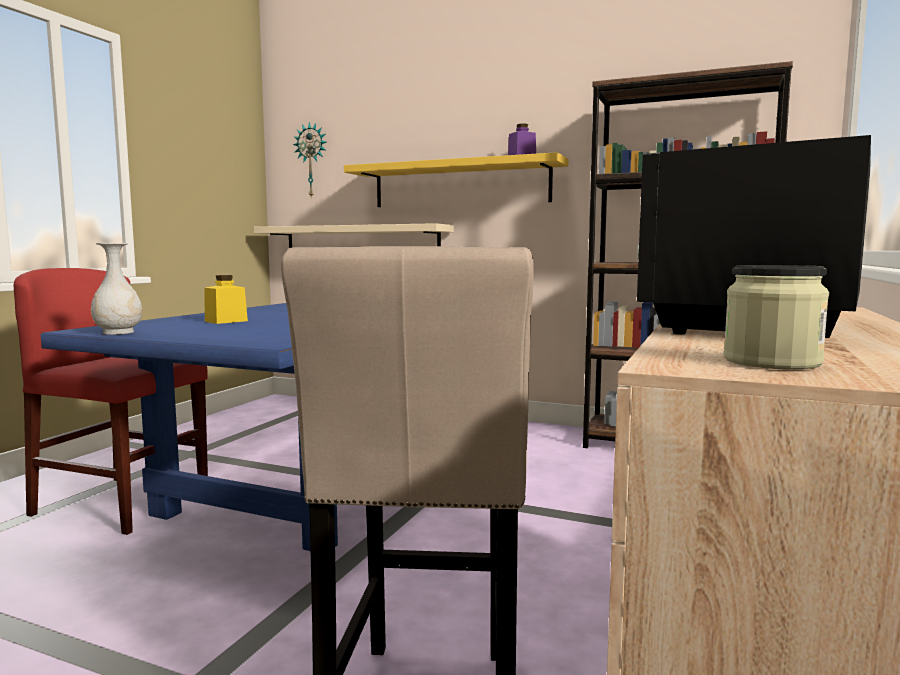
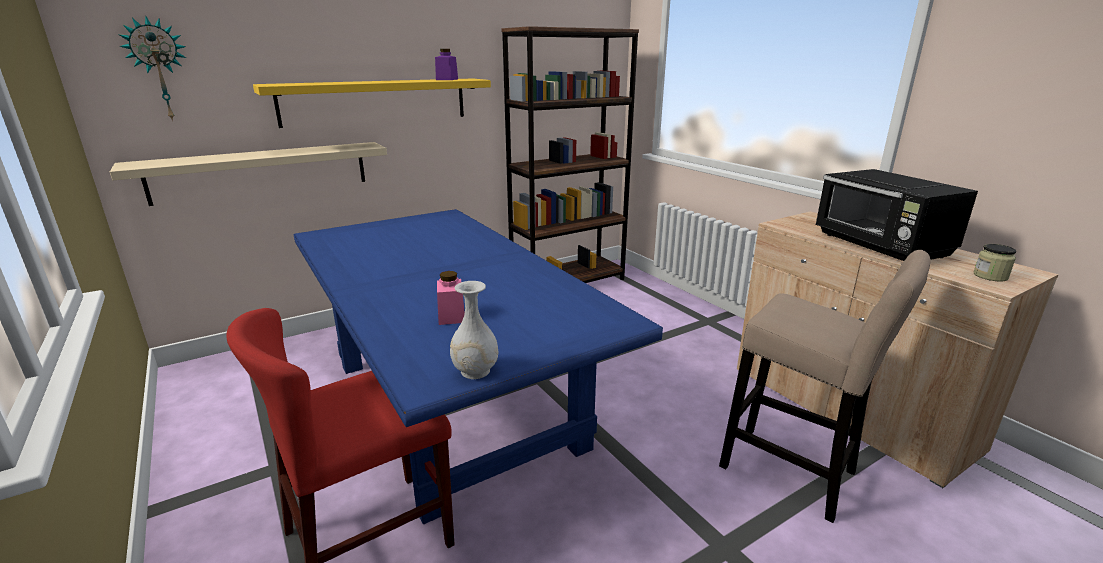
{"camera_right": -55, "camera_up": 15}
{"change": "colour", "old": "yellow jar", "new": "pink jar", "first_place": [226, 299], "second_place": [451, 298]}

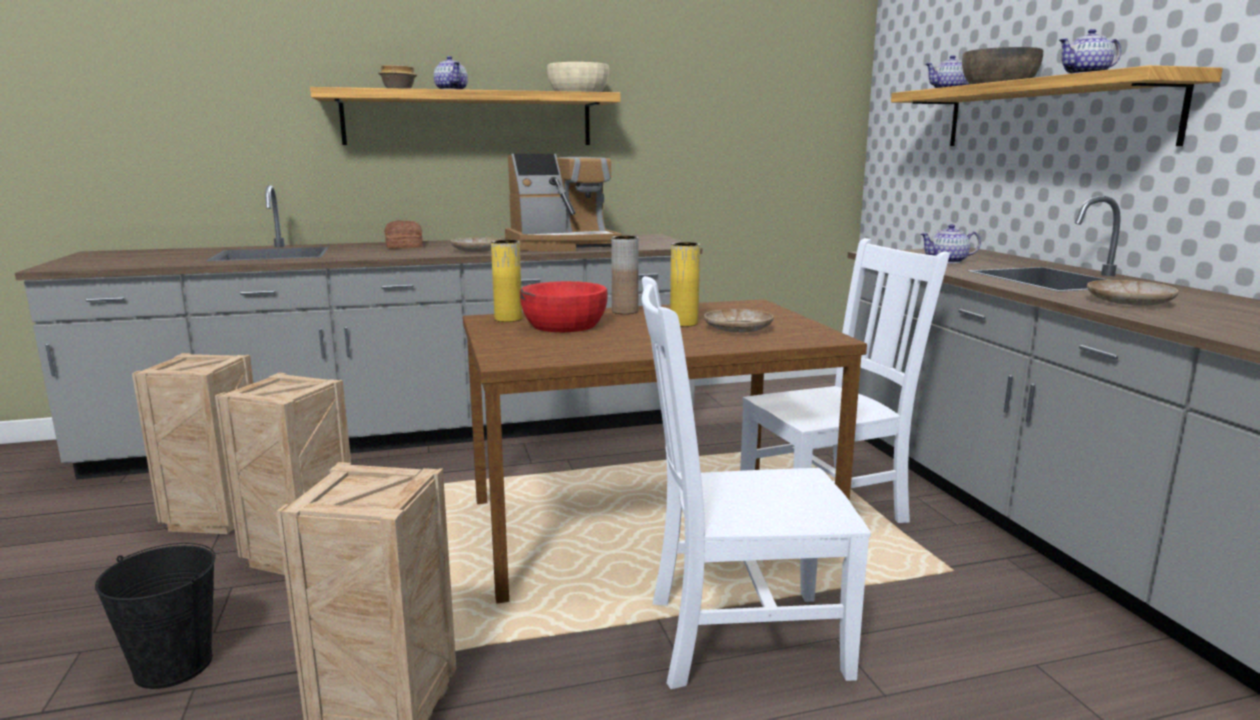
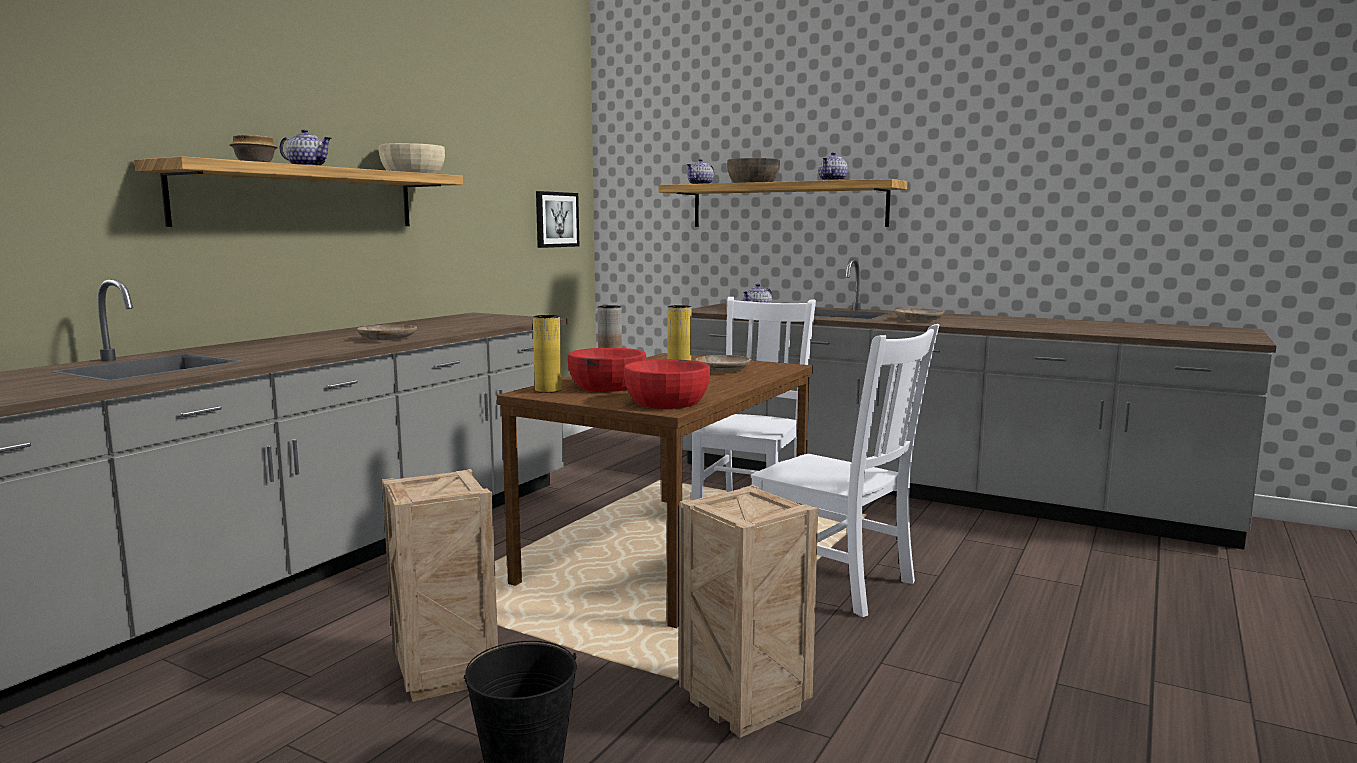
{"camera_right": -45, "camera_up": -5}
{"change": "appeared", "new": "picture", "second_place": [557, 219]}
{"change": "appeared", "new": "red bowl", "second_place": [667, 384]}
{"change": "spun", "old": "white chair", "first_place": [756, 482], "second_place": [845, 470], "degrees": -90}
{"change": "missing", "old": "crate", "first_place": [193, 443]}
{"change": "missing", "old": "bread", "first_place": [403, 234]}
{"change": "missing", "old": "coffee machine", "first_place": [563, 203]}

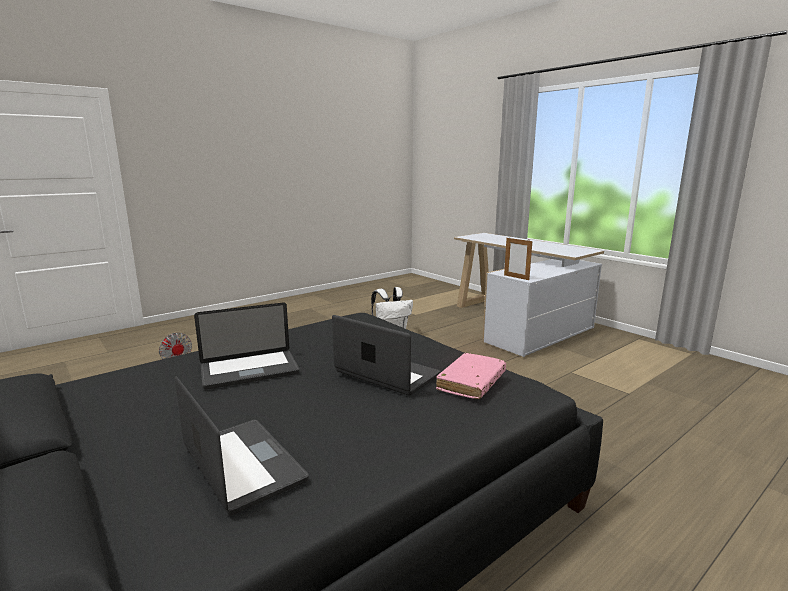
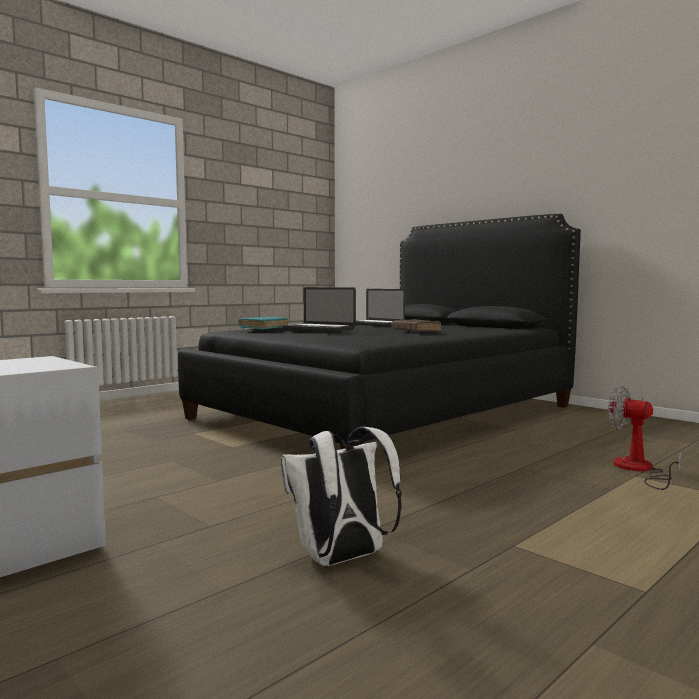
{"camera_right": 175, "camera_up": -10}
{"change": "colour", "old": "pink book", "new": "turquoise book", "first_place": [471, 376], "second_place": [263, 323]}
{"change": "exchanged", "old": "laptop", "new": "brown book", "first_place": [247, 346], "second_place": [416, 325]}
{"change": "missing", "old": "picture frame", "first_place": [518, 259]}

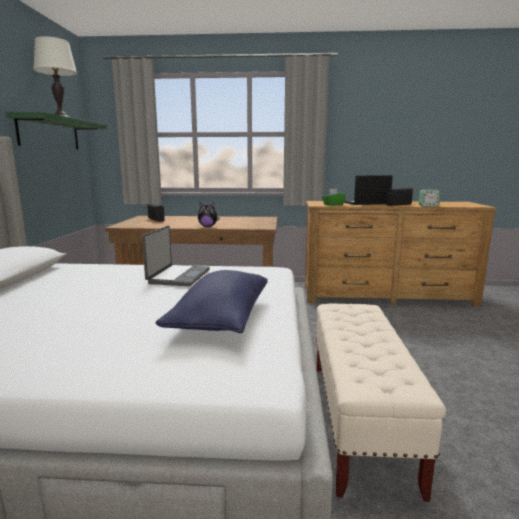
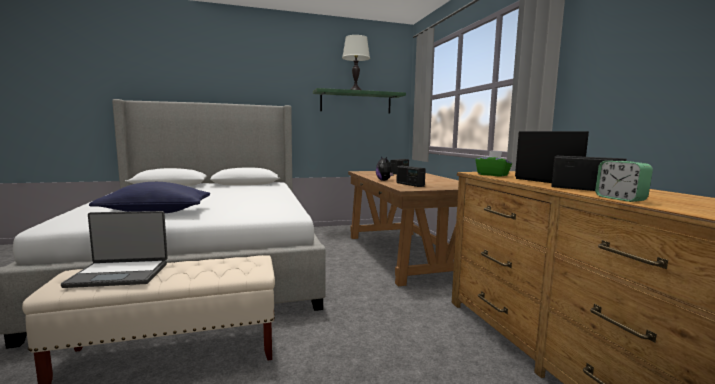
{"camera_right": 70, "camera_up": -5}
{"change": "relocated", "old": "laptop", "first_place": [176, 256], "second_place": [114, 249]}
{"change": "appeared", "new": "radio", "second_place": [411, 176]}

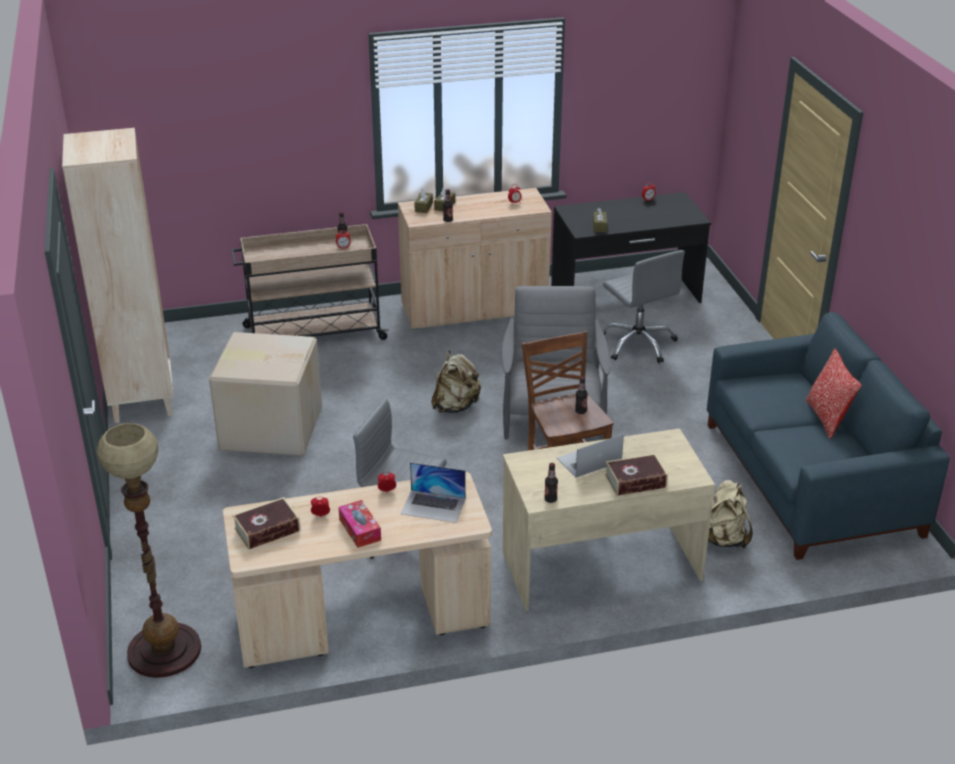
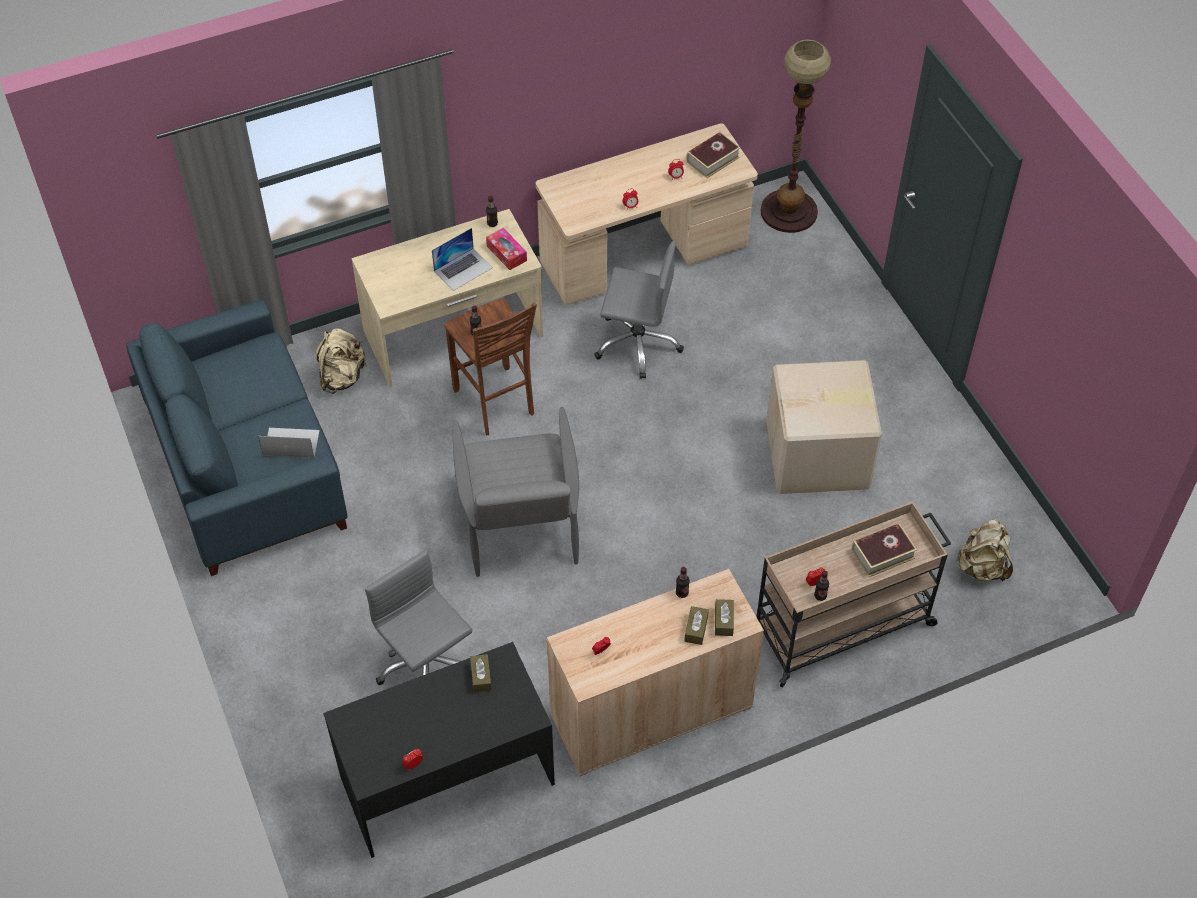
{"camera_right": 170, "camera_up": 20}
{"change": "relocated", "old": "laptop", "first_place": [433, 492], "second_place": [289, 443]}
{"change": "relocated", "old": "tissue box", "first_place": [359, 524], "second_place": [506, 249]}
{"change": "relocated", "old": "book", "first_place": [636, 475], "second_place": [884, 550]}
{"change": "relocated", "old": "beige backpack", "first_place": [456, 381], "second_place": [985, 550]}
{"change": "missing", "old": "beige bookcase", "first_place": [118, 275]}
{"change": "missing", "old": "pillow", "first_place": [833, 394]}

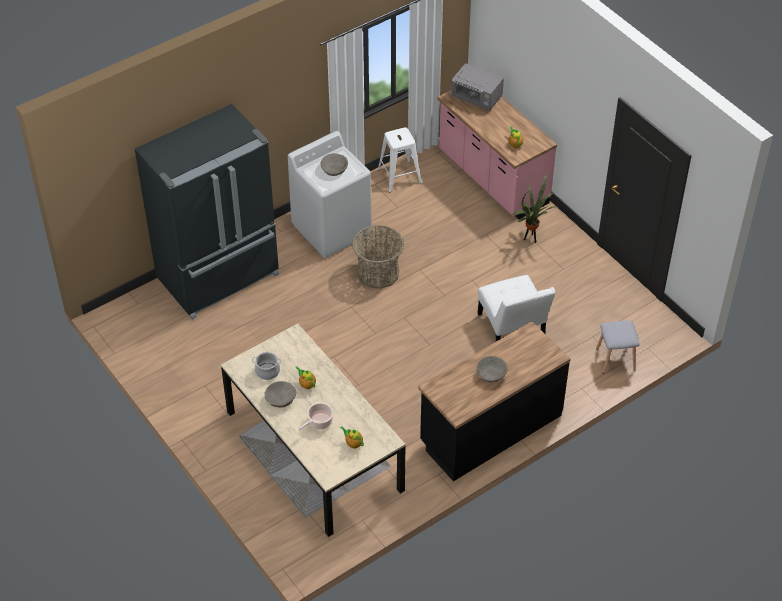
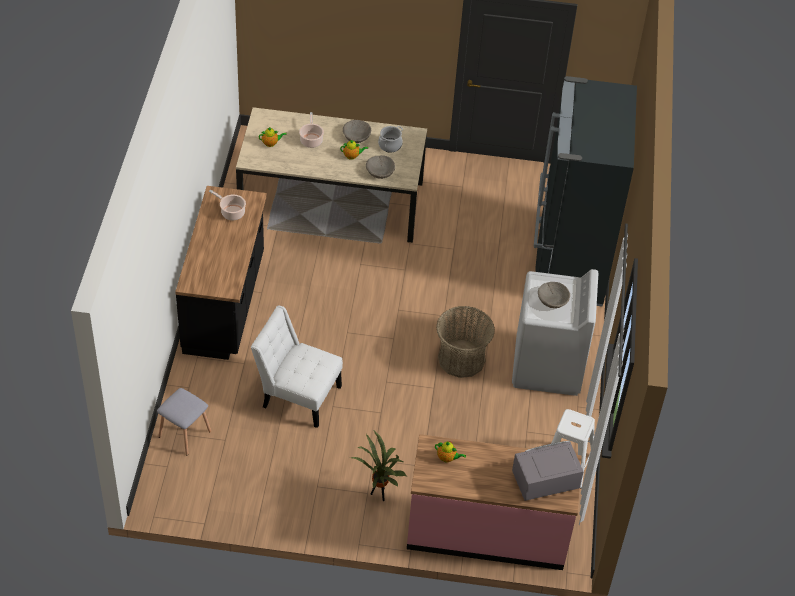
{"camera_right": 130, "camera_up": 0}
{"change": "appeared", "new": "cooking pot", "second_place": [227, 205]}
{"change": "relocated", "old": "beige bowl", "first_place": [491, 369], "second_place": [380, 167]}

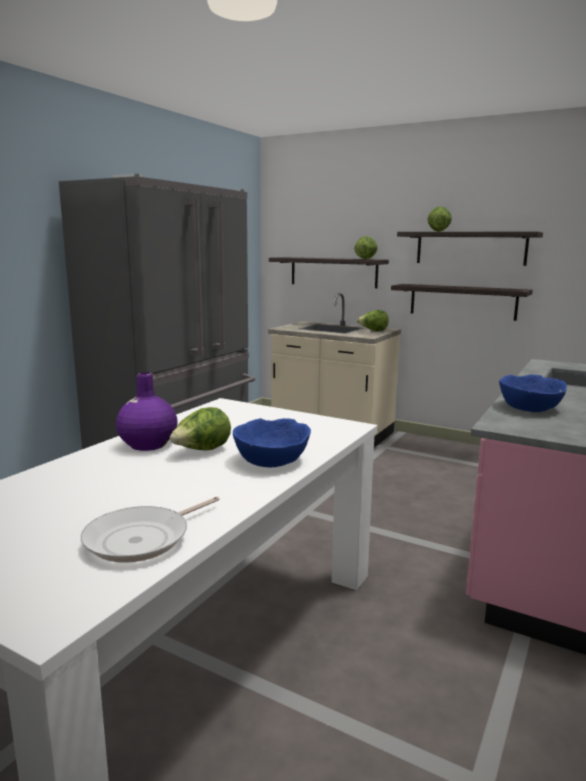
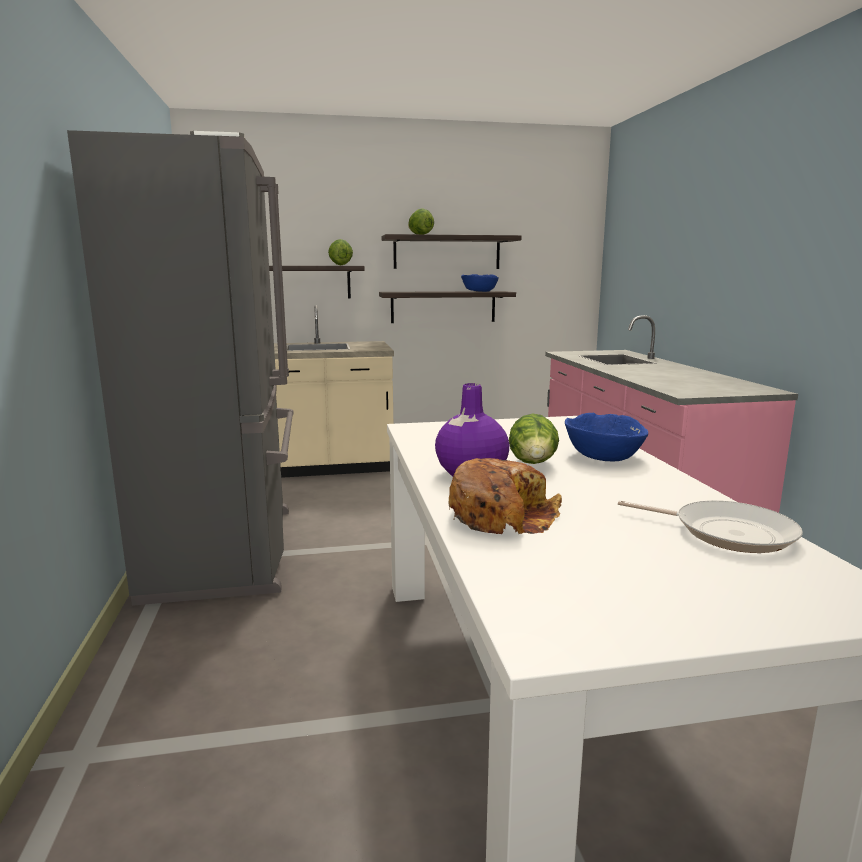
{"camera_right": -40, "camera_up": 0}
{"change": "appeared", "new": "bread", "second_place": [505, 496]}
{"change": "relocated", "old": "blue bowl", "first_place": [533, 393], "second_place": [480, 283]}
{"change": "spun", "old": "frying pan", "first_place": [150, 530], "second_place": [710, 526], "degrees": -60}
{"change": "missing", "old": "lettuce", "first_place": [373, 320]}

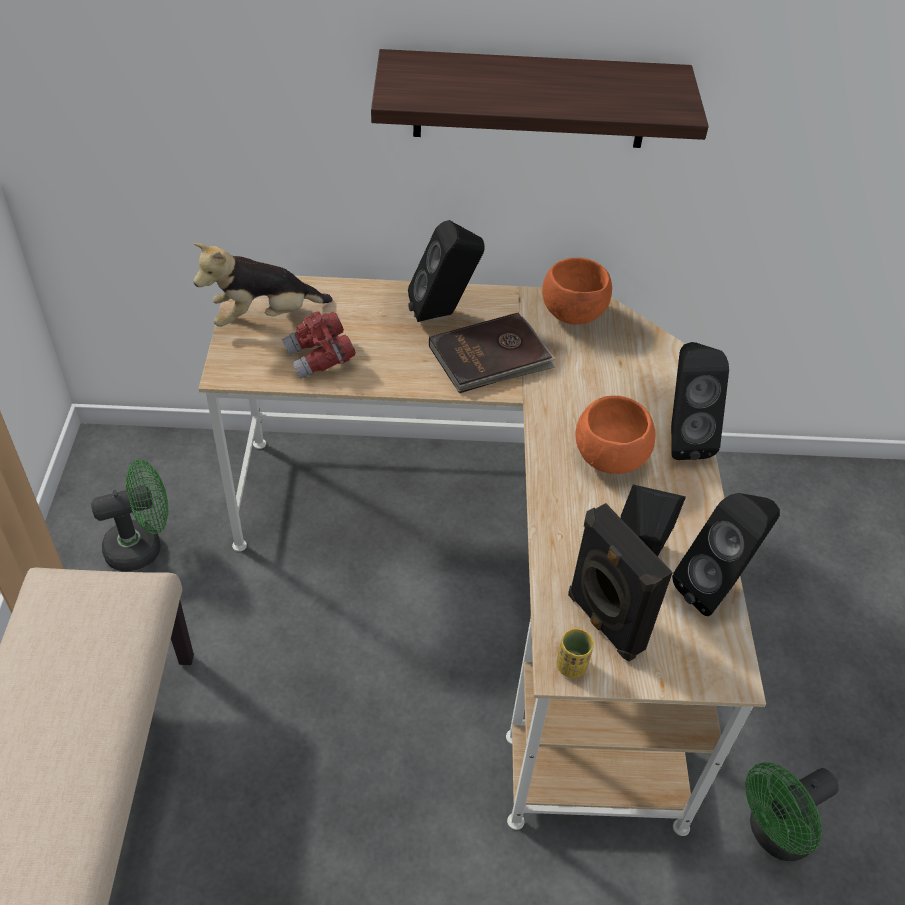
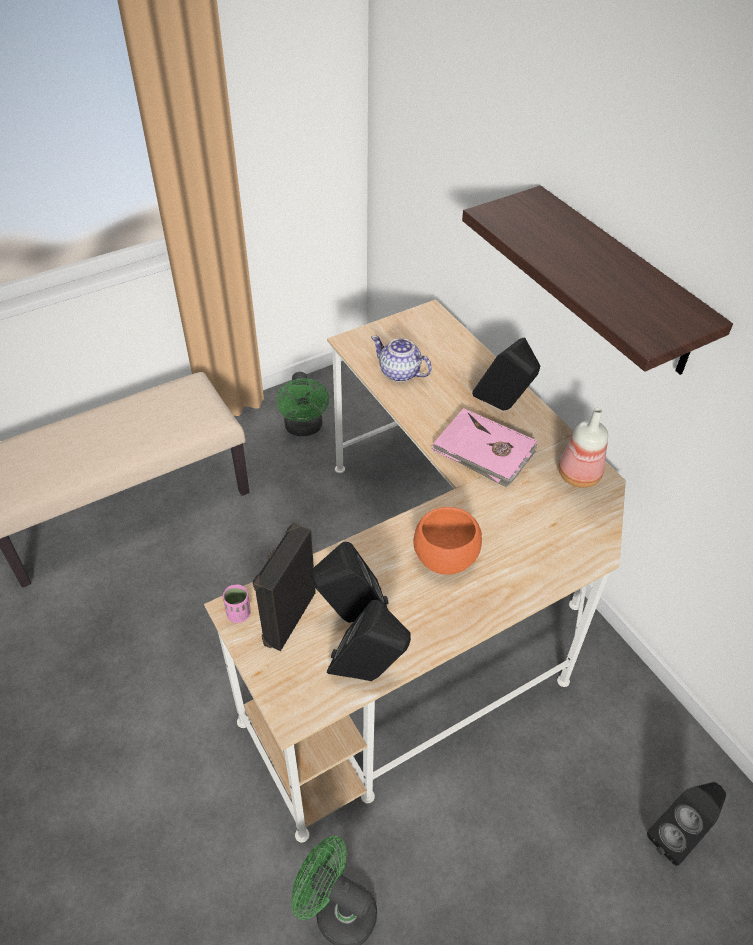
{"camera_right": 60, "camera_up": 0}
{"change": "colour", "old": "yellow cup", "new": "pink cup", "first_place": [575, 653], "second_place": [237, 603]}
{"change": "spun", "old": "green fan", "first_place": [129, 515], "second_place": [302, 404], "degrees": 45}
{"change": "exchanged", "old": "red binoculars", "new": "teapot", "first_place": [319, 345], "second_place": [401, 359]}
{"change": "colour", "old": "brown book", "new": "pink book", "first_place": [492, 353], "second_place": [484, 448]}
{"change": "exchanged", "old": "orange bowl", "new": "bottle", "first_place": [577, 291], "second_place": [583, 448]}
{"change": "relocated", "old": "black speaker", "first_place": [700, 401], "second_place": [686, 823]}
{"change": "missing", "old": "plush toy", "first_place": [263, 285]}

